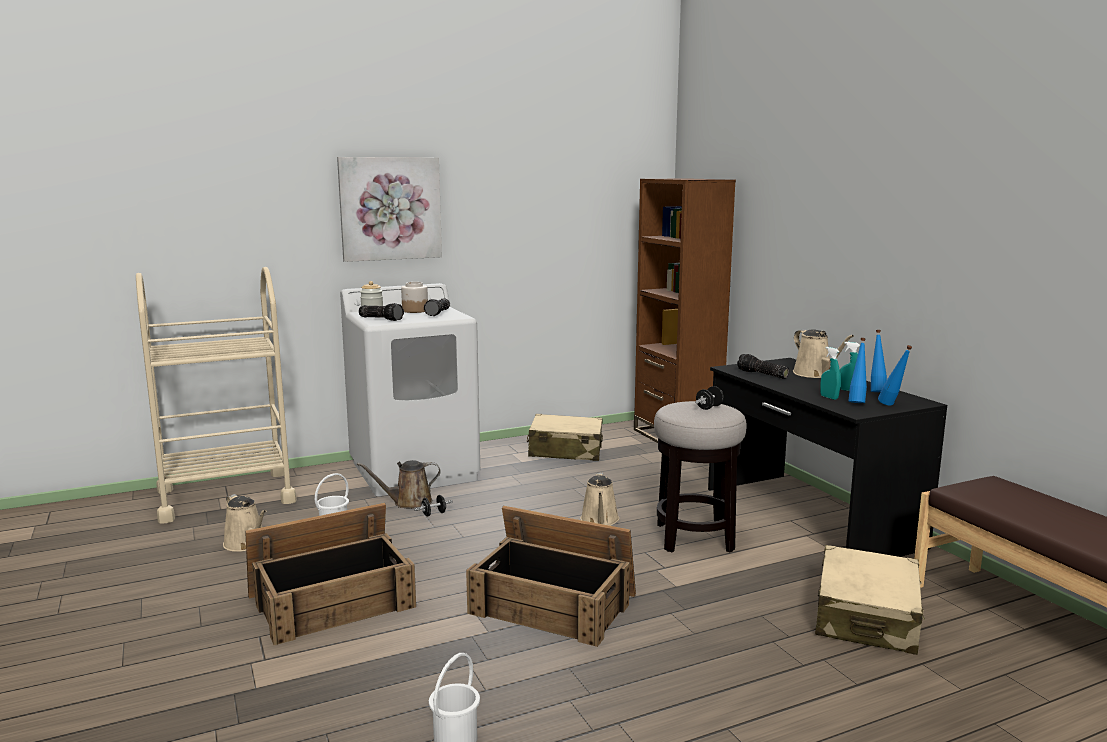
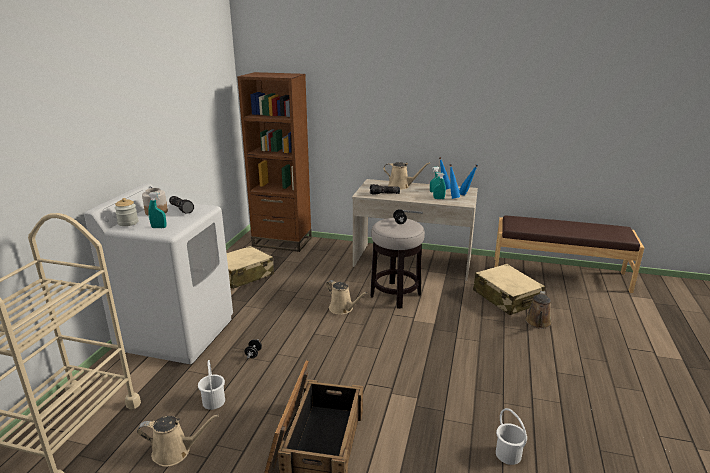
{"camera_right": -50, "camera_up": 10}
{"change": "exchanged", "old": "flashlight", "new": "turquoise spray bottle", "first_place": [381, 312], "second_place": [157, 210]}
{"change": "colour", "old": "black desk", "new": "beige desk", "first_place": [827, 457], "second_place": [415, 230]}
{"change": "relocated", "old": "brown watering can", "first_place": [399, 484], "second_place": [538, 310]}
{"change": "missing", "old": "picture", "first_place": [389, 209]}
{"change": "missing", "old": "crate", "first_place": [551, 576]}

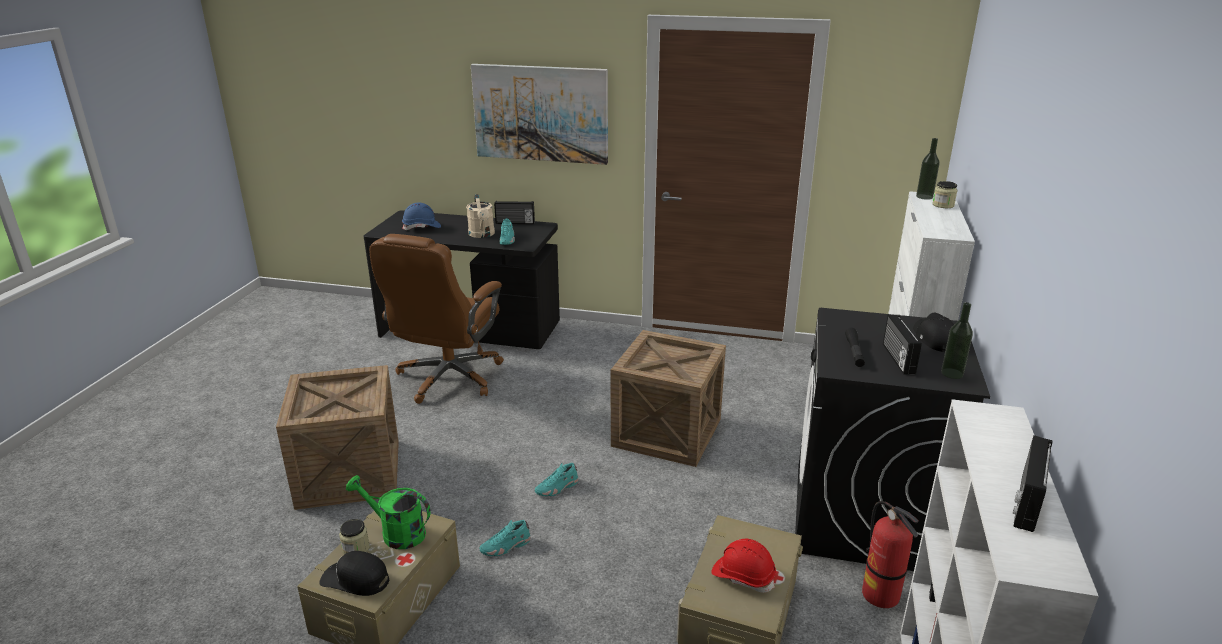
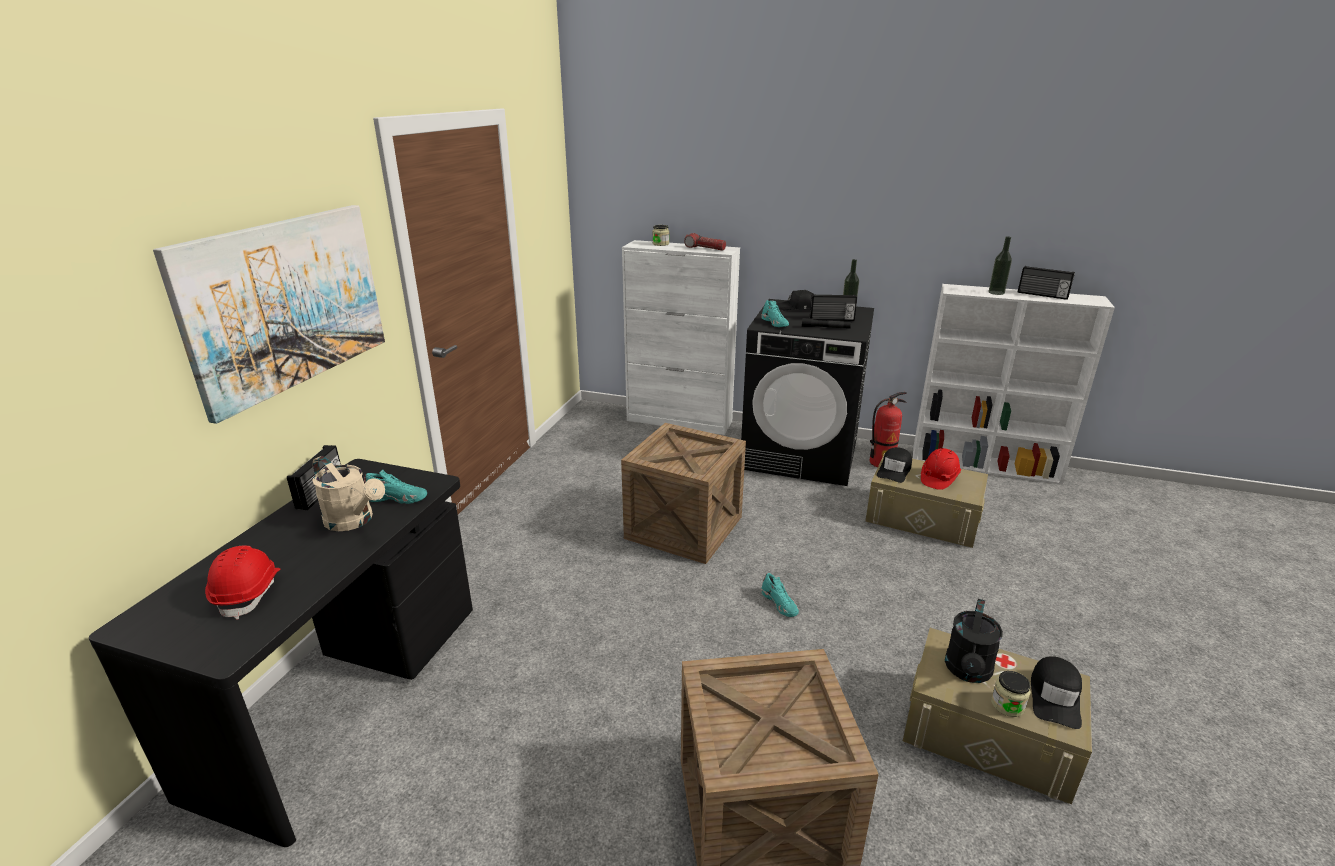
{"camera_right": -85, "camera_up": 0}
{"change": "colour", "old": "blue hard hat", "new": "red hard hat", "first_place": [421, 216], "second_place": [243, 583]}
{"change": "spun", "old": "beige watering can", "first_place": [480, 216], "second_place": [348, 493], "degrees": 45}
{"change": "appeared", "new": "flashlight", "second_place": [705, 242]}
{"change": "relocated", "old": "turquoise shoe", "first_place": [505, 538], "second_place": [775, 313]}
{"change": "appeared", "new": "black cap", "second_place": [894, 465]}
{"change": "colour", "old": "green watering can", "new": "black watering can", "first_place": [388, 512], "second_place": [974, 641]}
{"change": "relocated", "old": "bottle", "first_place": [928, 169], "second_place": [1000, 265]}
{"change": "missing", "old": "brown office chair", "first_place": [436, 319]}

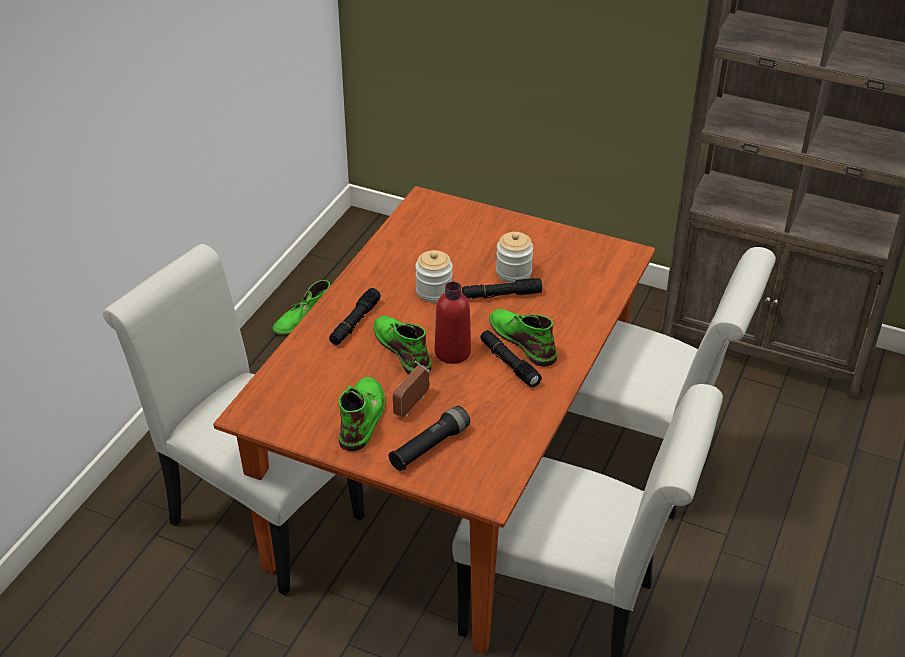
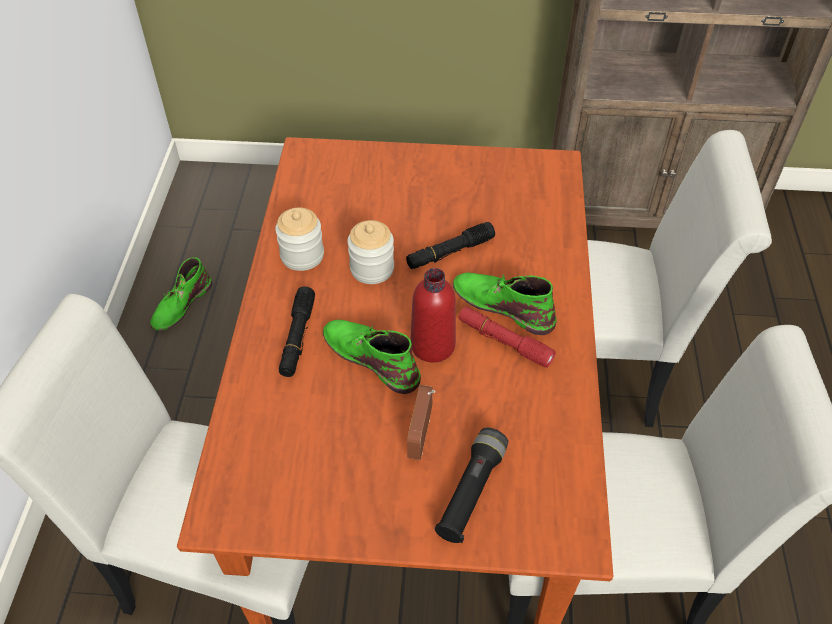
{"camera_right": -20, "camera_up": 10}
{"change": "relocated", "old": "jar", "first_place": [514, 257], "second_place": [299, 239]}
{"change": "colour", "old": "black flashlight", "new": "red flashlight", "first_place": [511, 358], "second_place": [507, 337]}
{"change": "missing", "old": "green boot", "first_place": [361, 414]}

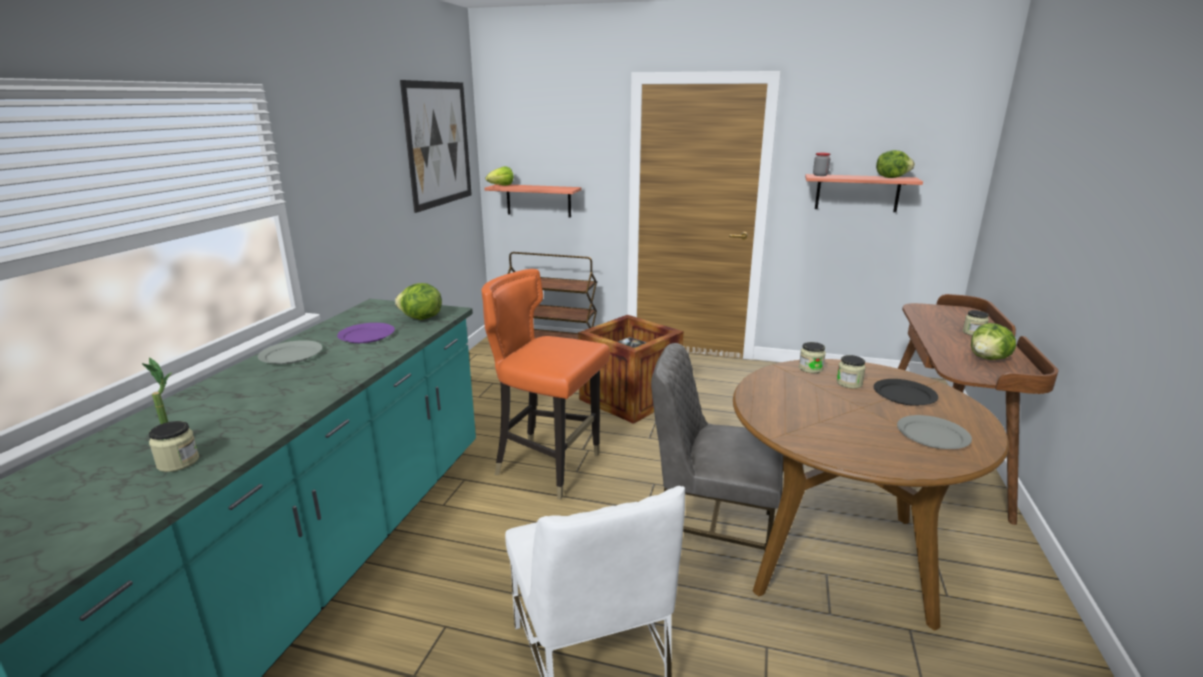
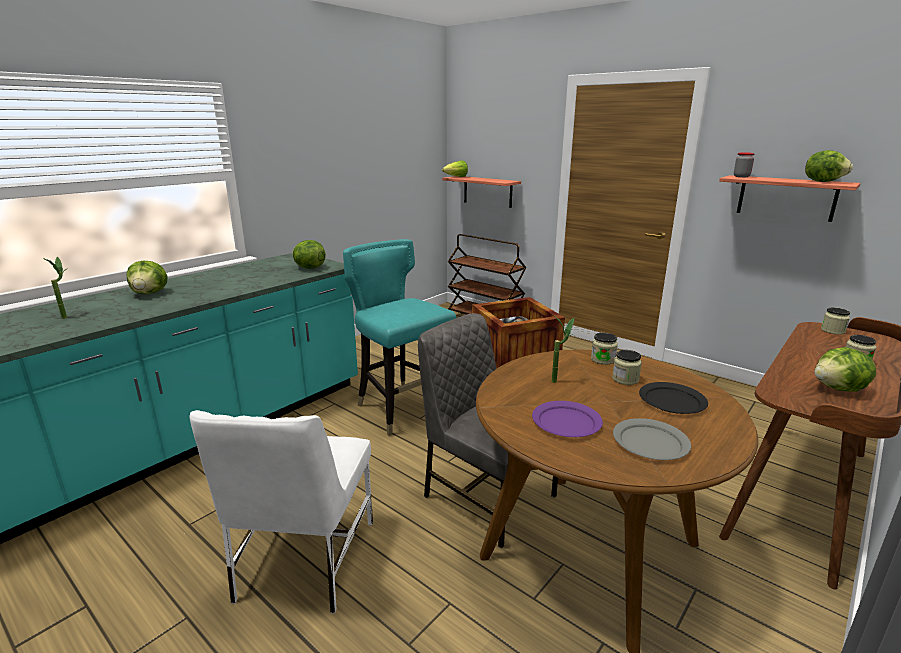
{"camera_right": 25, "camera_up": 0}
{"change": "appeared", "new": "lettuce", "second_place": [147, 277]}
{"change": "colour", "old": "orange chair", "new": "turquoise chair", "first_place": [545, 384], "second_place": [399, 337]}
{"change": "relocated", "old": "purple plate", "first_place": [366, 333], "second_place": [567, 419]}
{"change": "appeared", "new": "potted plant", "second_place": [563, 350]}
{"change": "relocated", "old": "jar", "first_place": [174, 446], "second_place": [835, 321]}
{"change": "missing", "old": "grey plate", "first_place": [290, 352]}
{"change": "missing", "old": "picture", "first_place": [436, 146]}

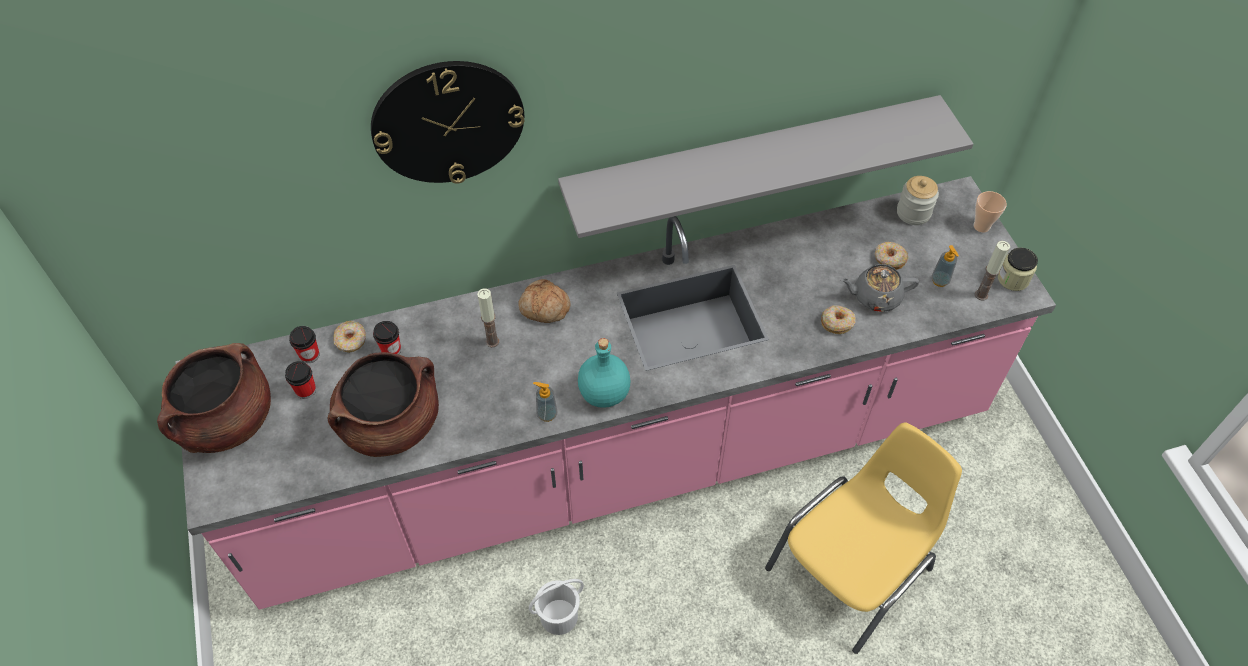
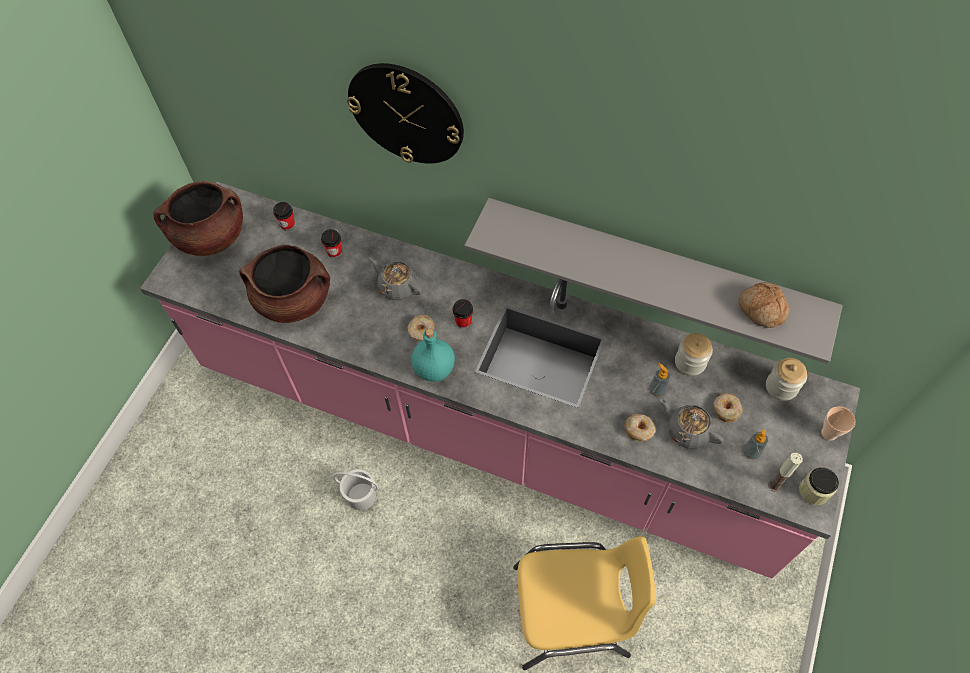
{"camera_right": 40, "camera_up": 5}
{"change": "exchanged", "old": "candle", "new": "grey teapot", "first_place": [488, 318], "second_place": [395, 278]}
{"change": "relocated", "old": "donut", "first_place": [349, 337], "second_place": [421, 328]}
{"change": "relocated", "old": "cup", "first_place": [300, 380], "second_place": [463, 314]}
{"change": "relocated", "old": "soap dispenser", "first_place": [545, 402], "second_place": [659, 379]}
{"change": "appeared", "new": "jar", "second_place": [694, 354]}
{"change": "relocated", "old": "bread", "first_place": [544, 301], "second_place": [764, 305]}

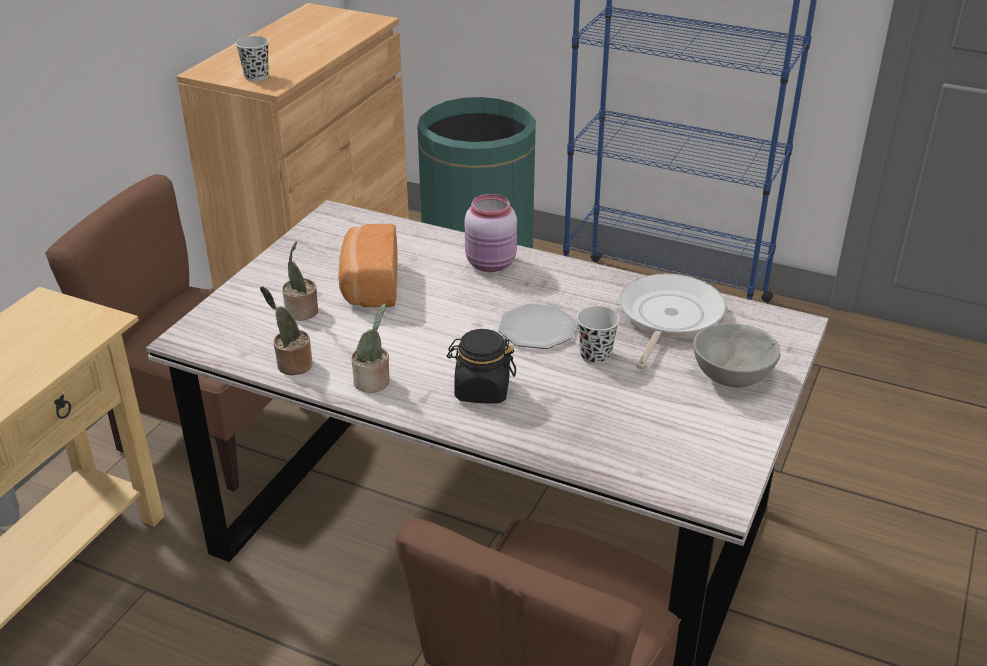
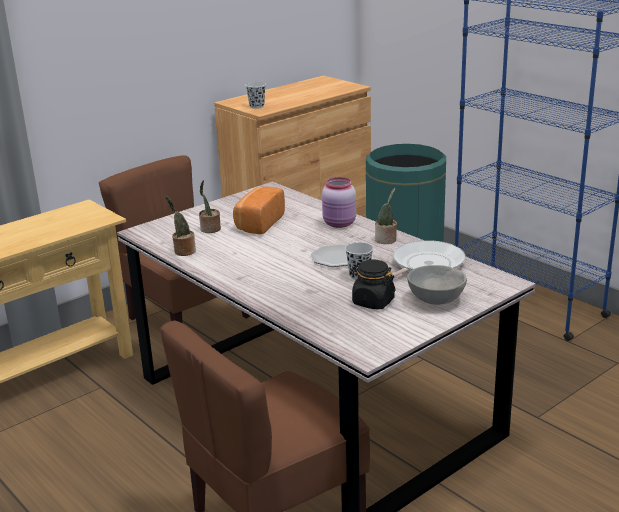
{"camera_right": 25, "camera_up": -10}
{"change": "relocated", "old": "black jar", "first_place": [481, 366], "second_place": [373, 284]}
{"change": "relocated", "old": "potted plant", "first_place": [370, 348], "second_place": [386, 216]}

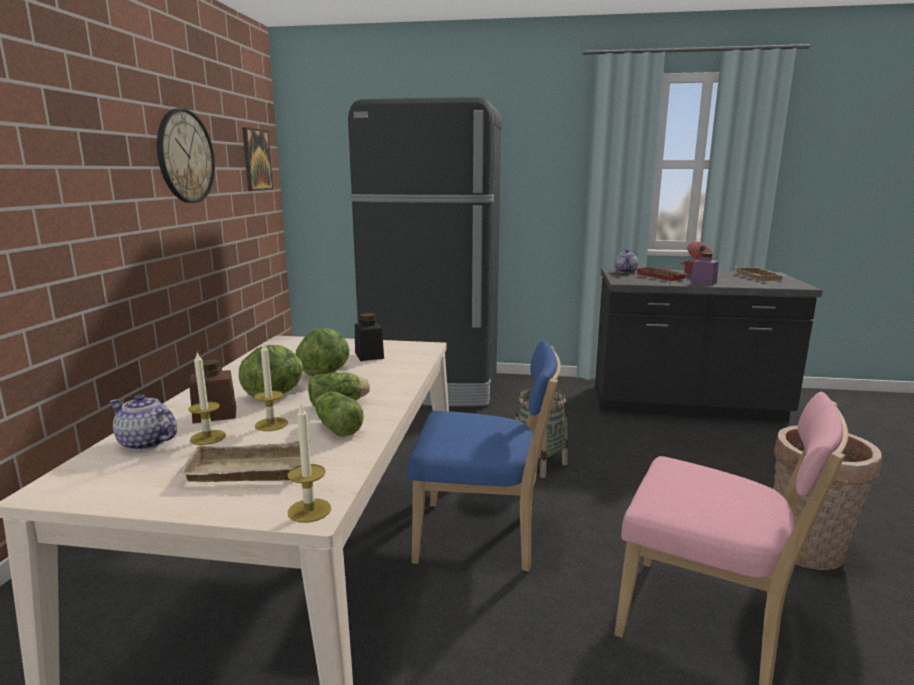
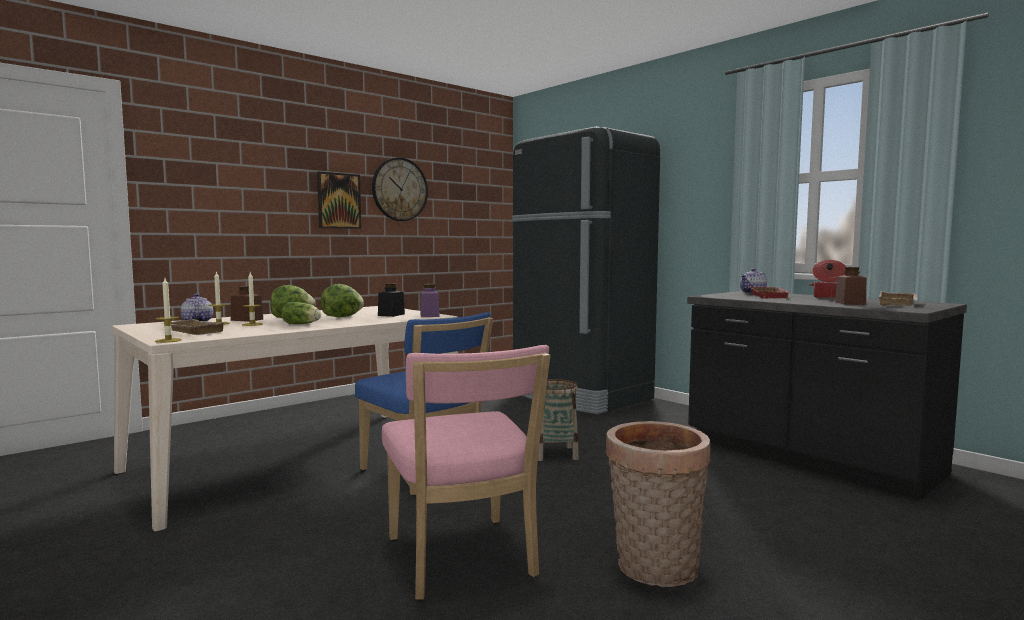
{"camera_right": 40, "camera_up": -10}
{"change": "relocated", "old": "picture", "first_place": [257, 159], "second_place": [339, 200]}
{"change": "relocated", "old": "purple jar", "first_place": [704, 269], "second_place": [430, 300]}
{"change": "appeared", "new": "brown jar", "second_place": [850, 286]}
{"change": "missing", "old": "lettuce", "first_place": [340, 414]}

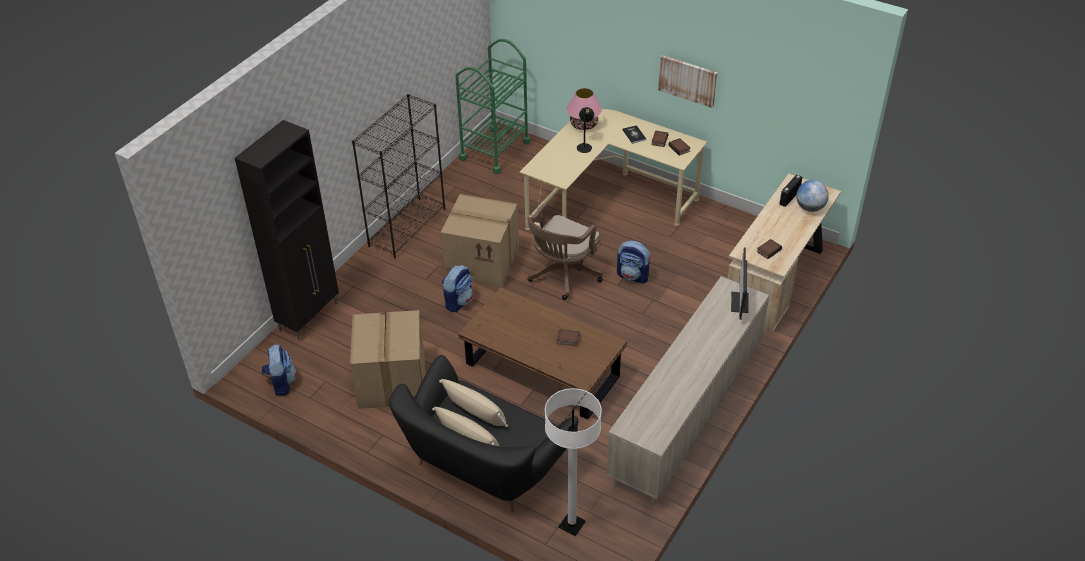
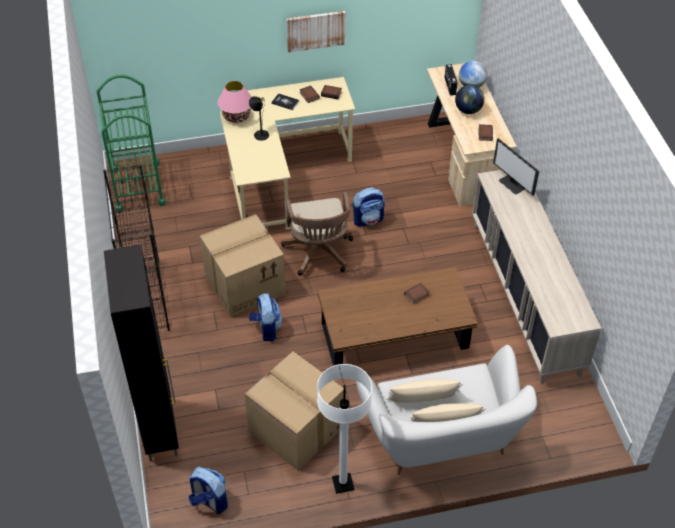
{"camera_right": -45, "camera_up": 5}
{"change": "relocated", "old": "white floor lamp", "first_place": [573, 462], "second_place": [344, 429]}
{"change": "colour", "old": "black sofa", "new": "white sofa", "first_place": [483, 433], "second_place": [446, 410]}
{"change": "appeared", "new": "globe", "second_place": [469, 99]}

